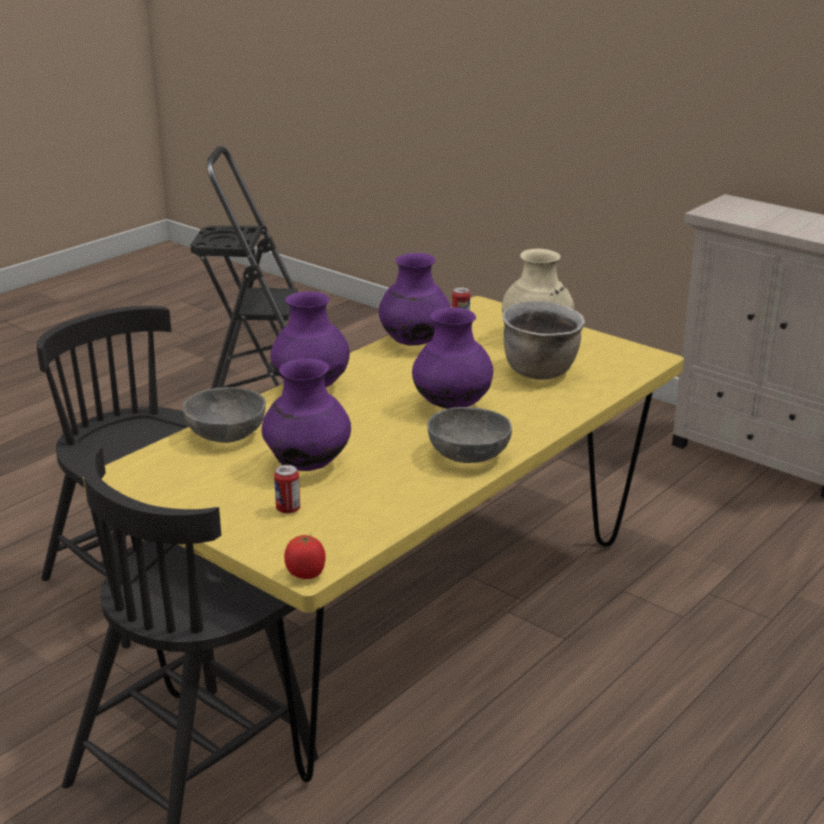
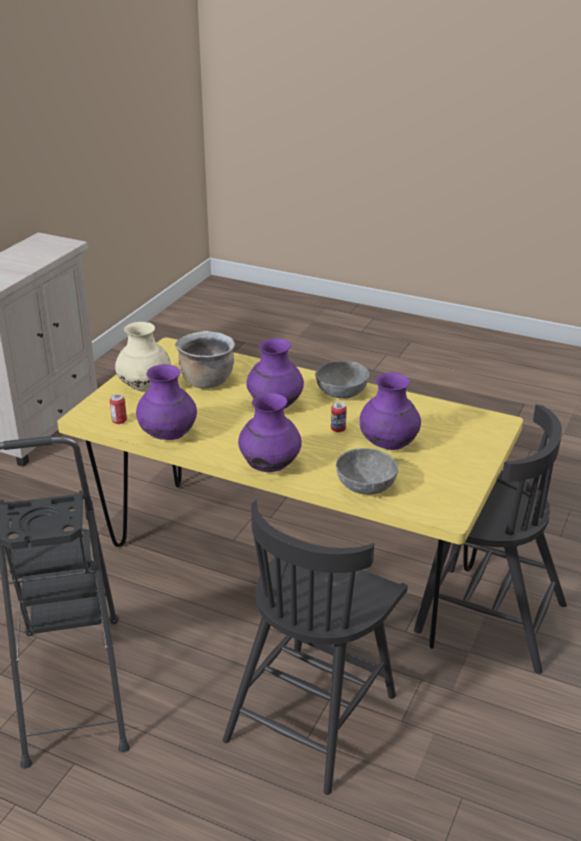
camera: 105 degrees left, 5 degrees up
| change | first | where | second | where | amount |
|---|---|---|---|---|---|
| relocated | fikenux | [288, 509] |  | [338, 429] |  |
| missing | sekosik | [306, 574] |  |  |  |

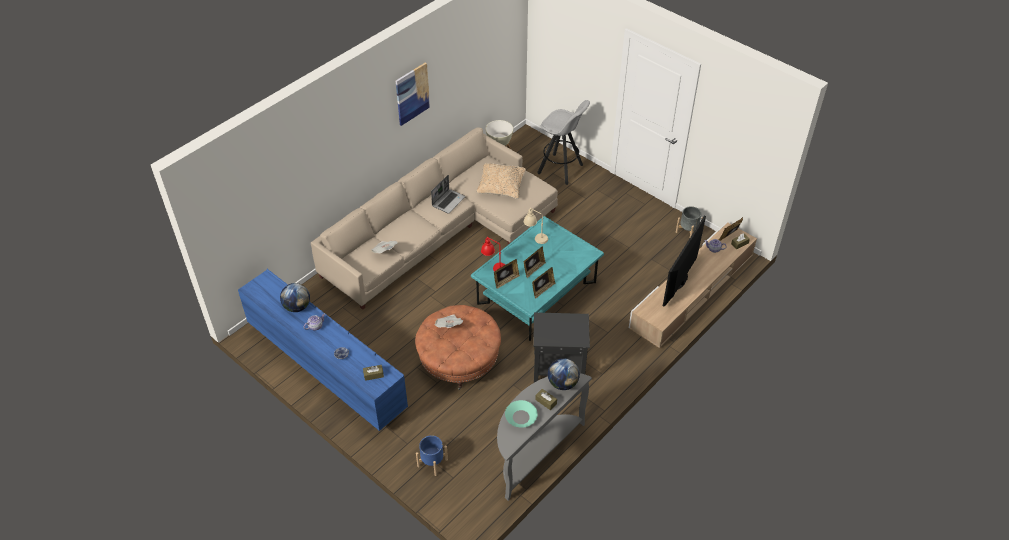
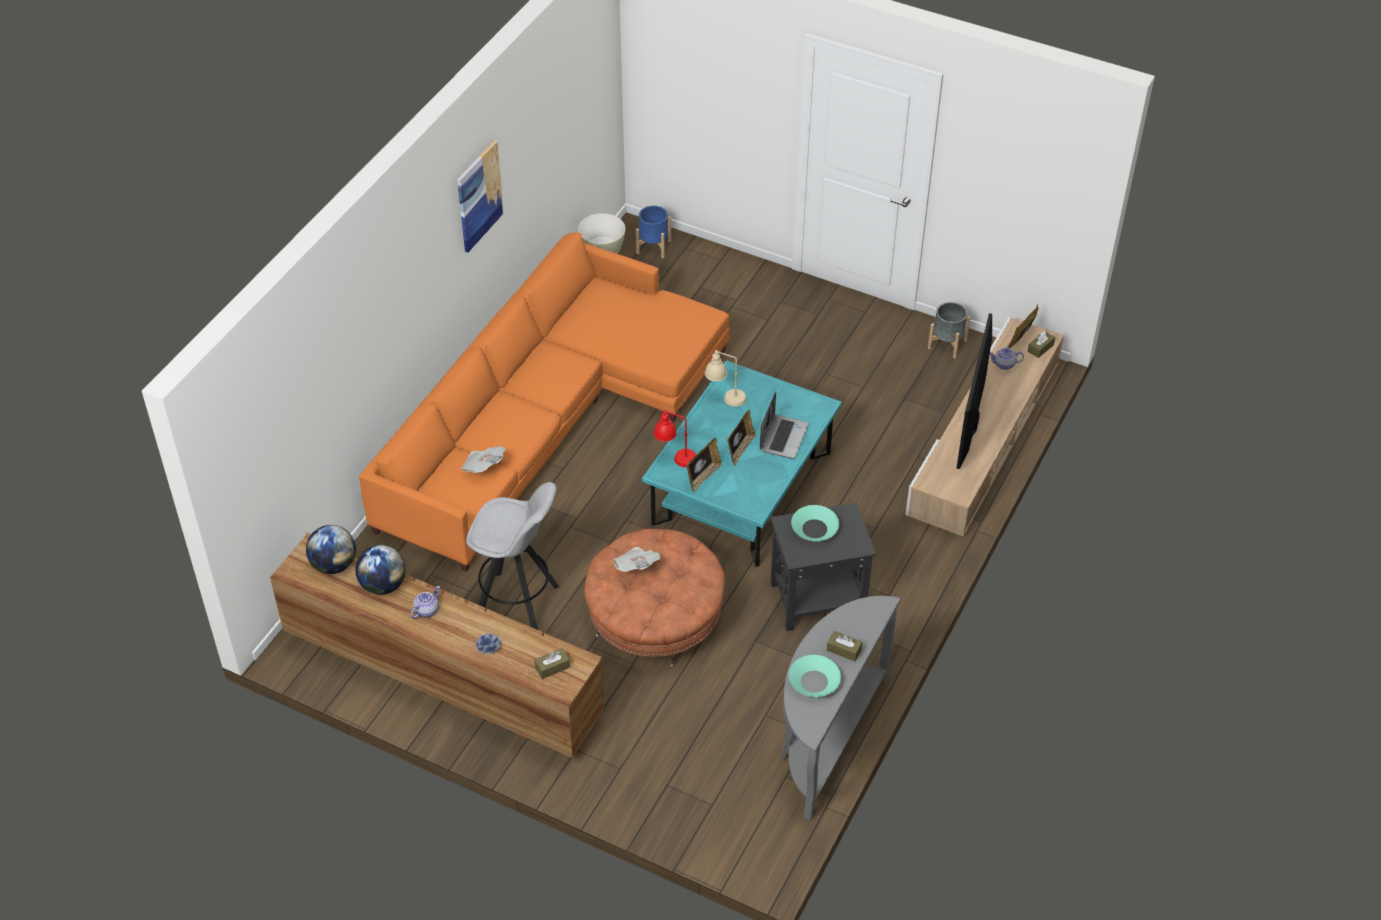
camera: 15 degrees left, 0 degrees up
| change | first | where | second | where | amount |
|---|---|---|---|---|---|
| relocated | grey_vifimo | [561, 169] |  | [519, 605] |  |
| colour | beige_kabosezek | [441, 230] | orange_kabosezek | [550, 415] |  |
| missing | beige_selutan | [500, 185] |  |  |  |
| relocated | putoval | [448, 201] |  | [783, 437] |  |
| missing | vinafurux | [542, 290] |  |  |  |
| colour | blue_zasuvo | [326, 370] | brown_zasuvo | [442, 682] |  |
| relocated | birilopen | [562, 383] |  | [334, 565] |  |
| relocated | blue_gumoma | [432, 463] |  | [654, 247] |  |
| appeared |  |  | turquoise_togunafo | [814, 528] |  |

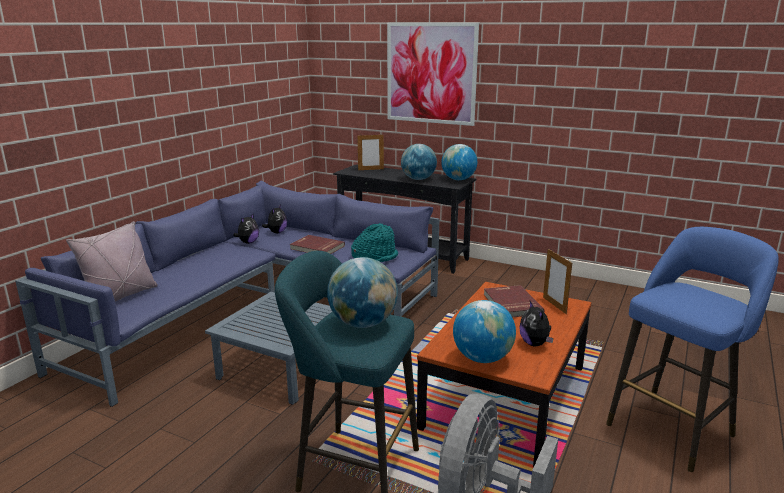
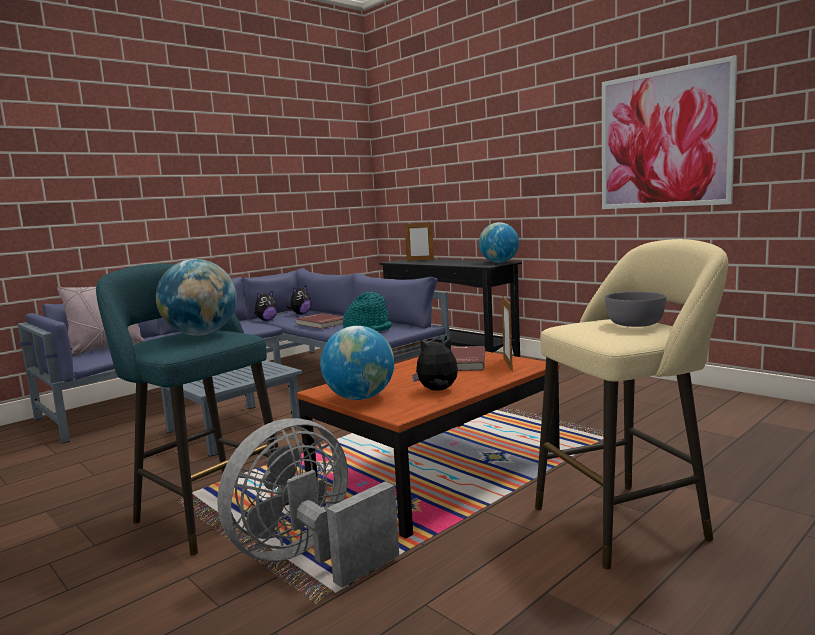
camera: 20 degrees right, 10 degrees down
| change | first | where | second | where | amount |
|---|---|---|---|---|---|
| relocated | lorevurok | [431, 73] |  | [664, 139] |  |
| missing | birilopen | [418, 179] |  |  |  |
| colour | blue_vifimo | [673, 427] | beige_vifimo | [627, 521] |  |
| spun | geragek | [535, 344] |  | [437, 391] | 90 degrees clockwise |
| appeared |  |  | grey_togunafo | [634, 323] |  |

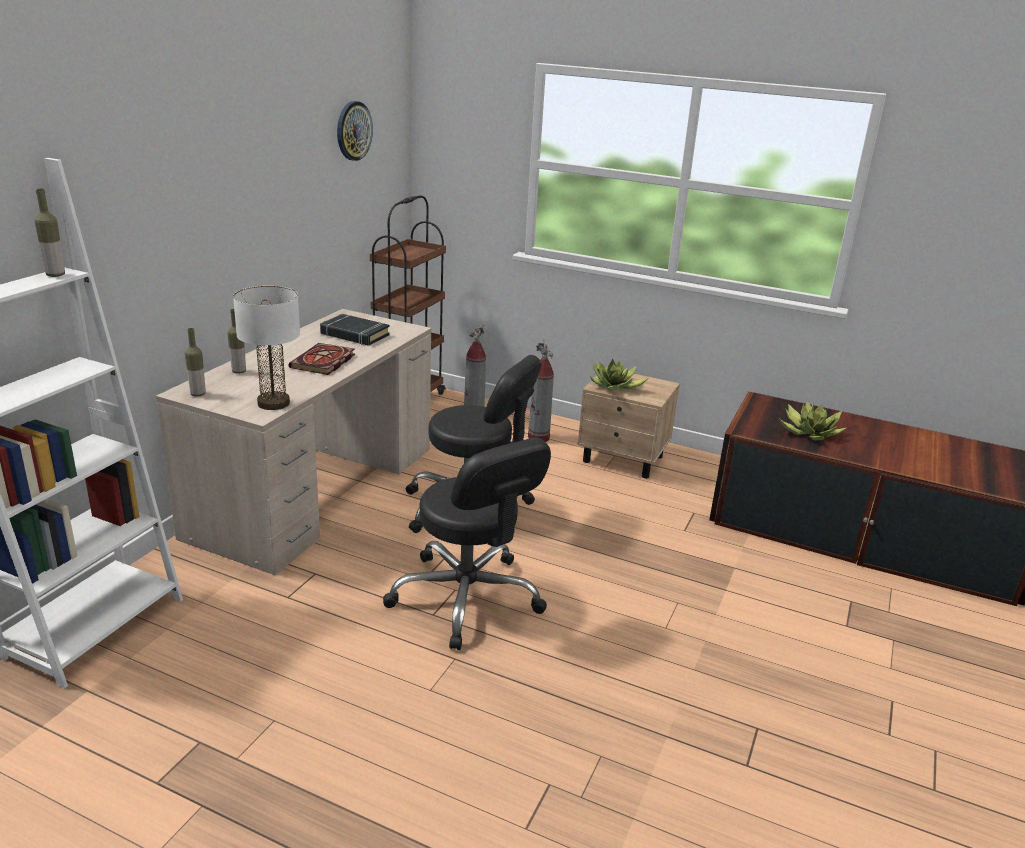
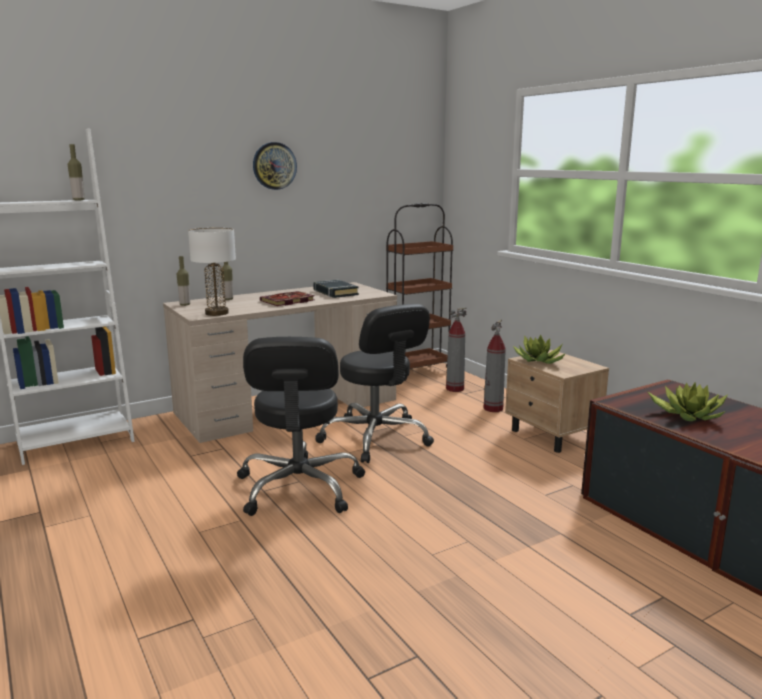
camera: 35 degrees right, 10 degrees down
| change | first | where | second | where | amount |
|---|---|---|---|---|---|
| relocated | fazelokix | [353, 131] |  | [274, 166] |  |

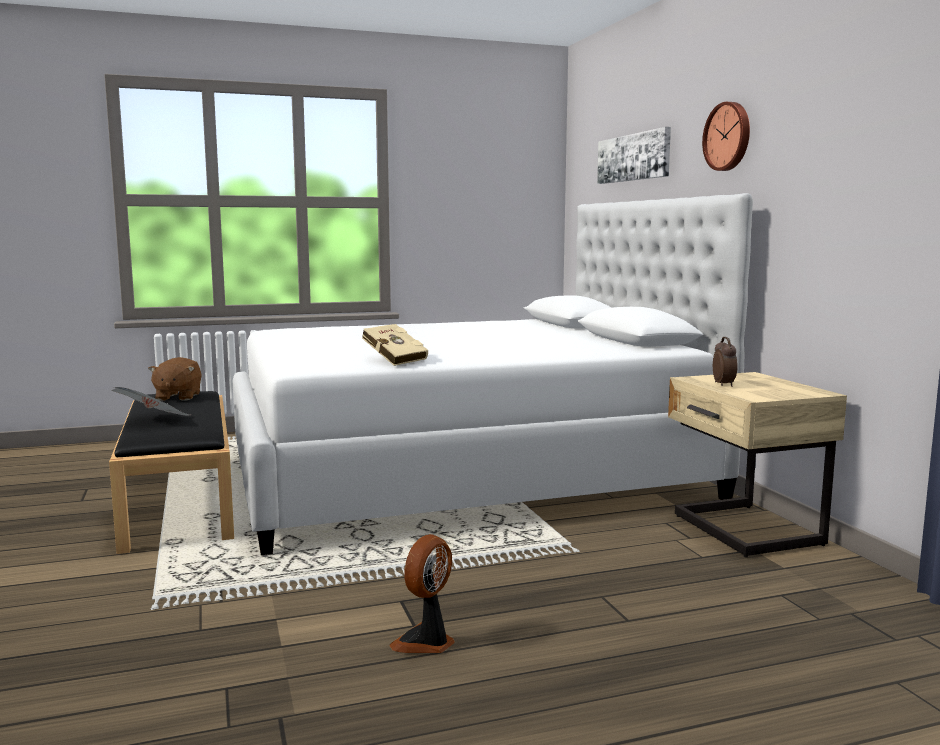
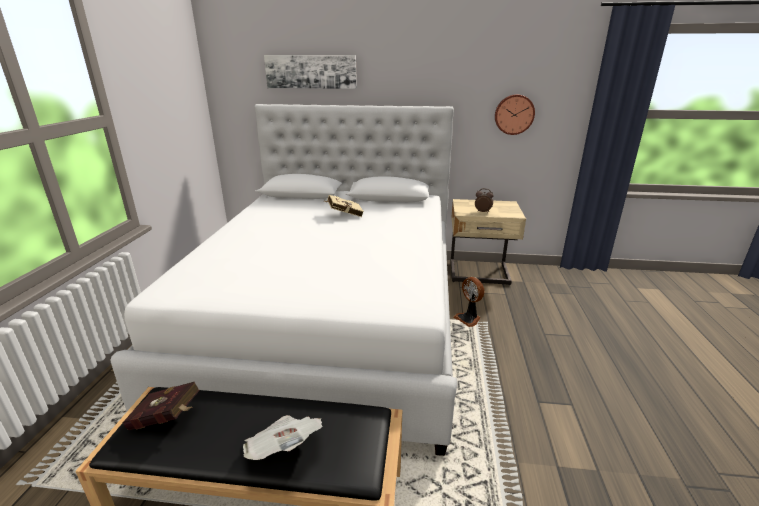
camera: 65 degrees left, 15 degrees up
| change | first | where | second | where | amount |
|---|---|---|---|---|---|
| relocated | fazelokix | [728, 136] |  | [514, 114] |  |
| relocated | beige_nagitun | [394, 360] |  | [343, 214] |  |
| exchanged | brown_geragek | [177, 397] | red_nagitun | [168, 419] |  |
| relocated | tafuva | [426, 642] |  | [468, 319] |  |

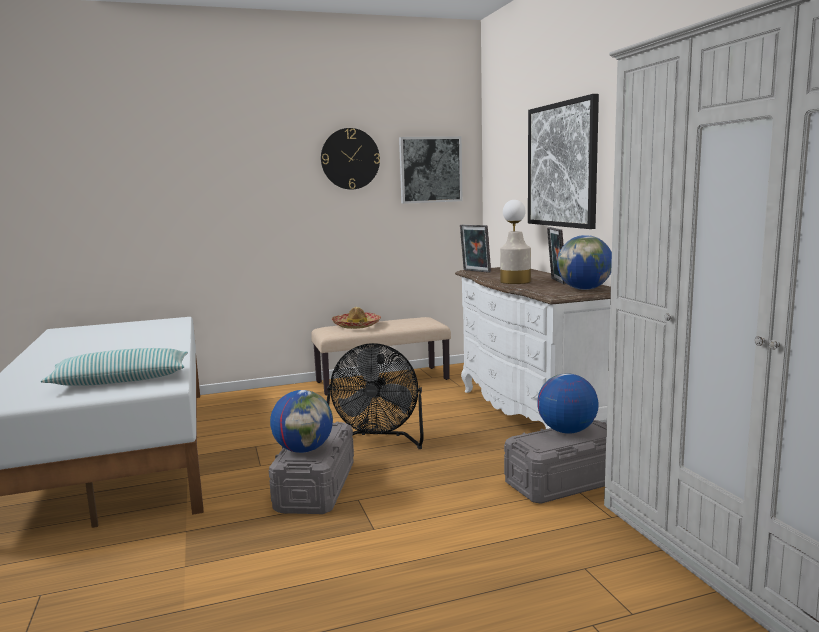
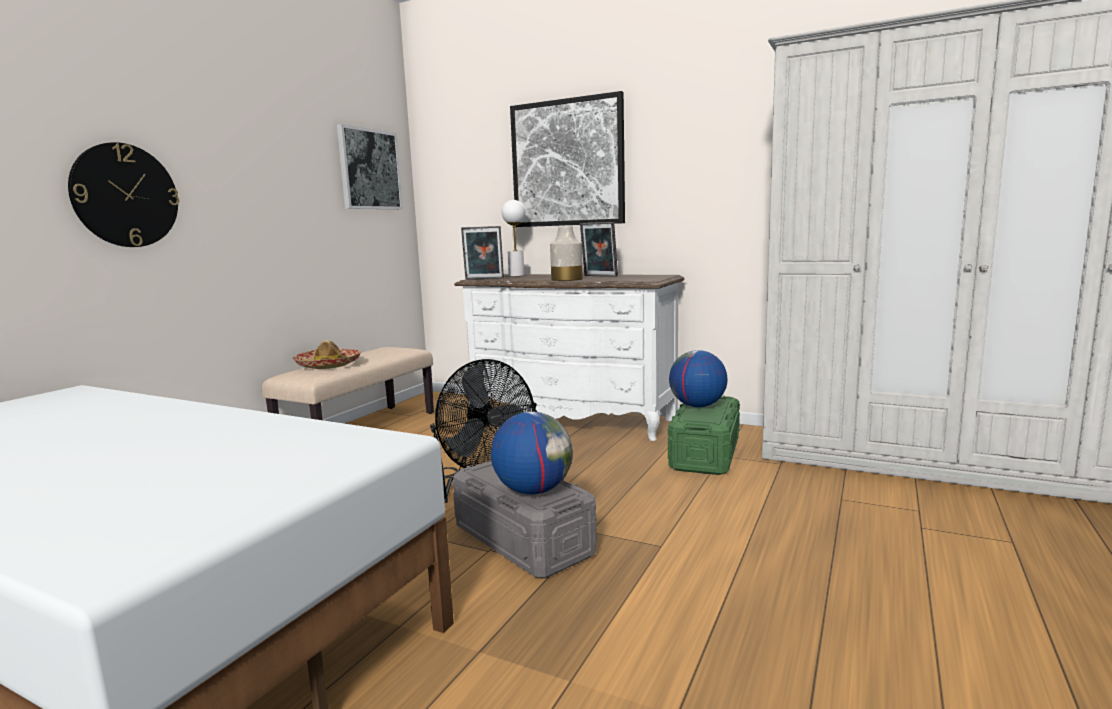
camera: 45 degrees left, 0 degrees up
| change | first | where | second | where | amount |
|---|---|---|---|---|---|
| relocated | fazelokix | [350, 159] |  | [125, 195] |  |
| missing | birilopen | [584, 289] |  |  |  |
| missing | selutan | [121, 380] |  |  |  |
| colour | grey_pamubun | [567, 481] | green_pamubun | [705, 453] |  |

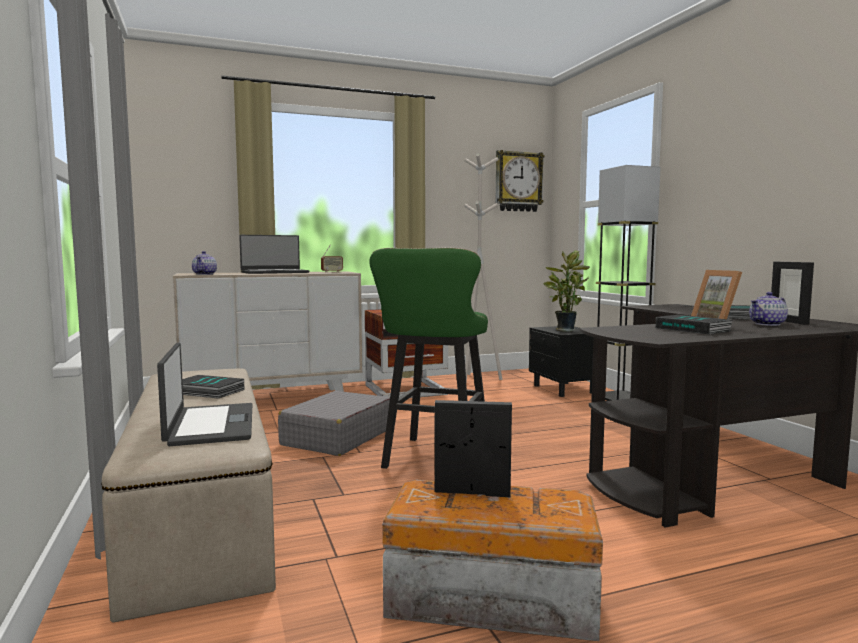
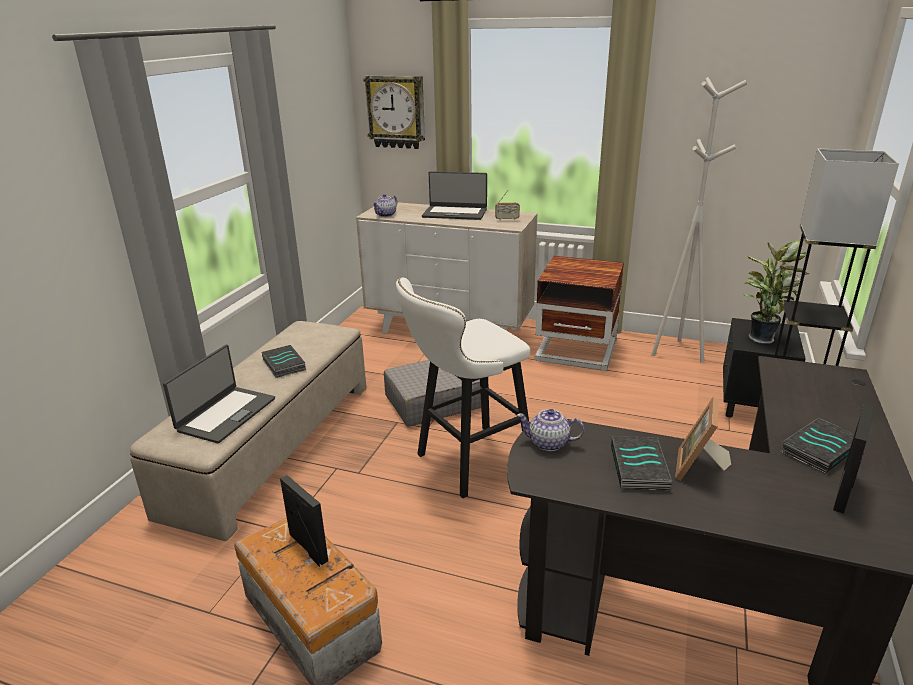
camera: 40 degrees right, 20 degrees up
| change | first | where | second | where | amount |
|---|---|---|---|---|---|
| relocated | fazelokix | [518, 182] |  | [396, 112] |  |
| colour | green_vifimo | [433, 461] | white_vifimo | [464, 464] |  |
| relocated | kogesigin | [768, 324] |  | [549, 443] |  |

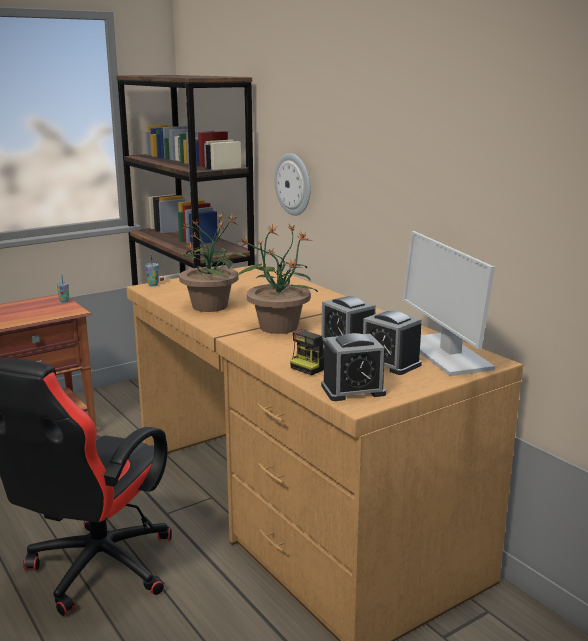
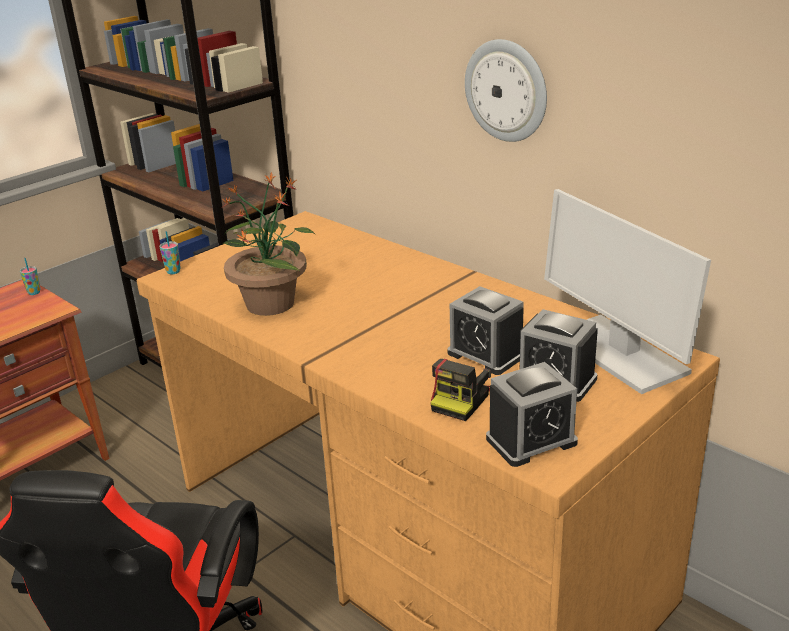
camera: 10 degrees left, 10 degrees up
| change | first | where | second | where | amount |
|---|---|---|---|---|---|
| relocated | fazelokix | [294, 184] |  | [506, 90] |  |
| missing | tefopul | [278, 327] |  |  |  |

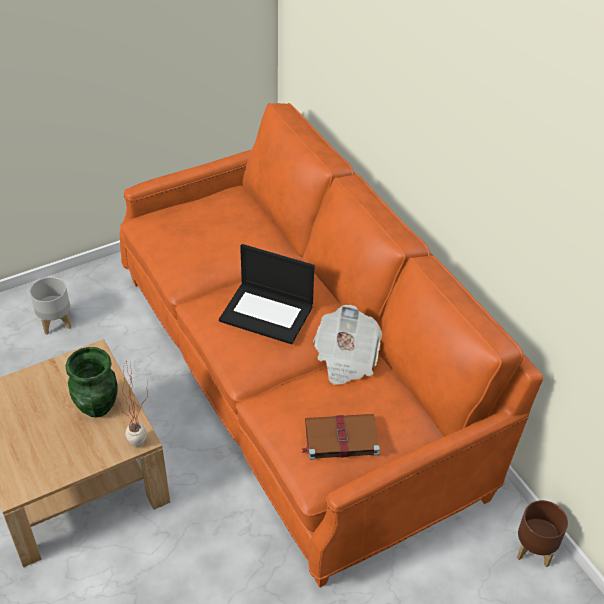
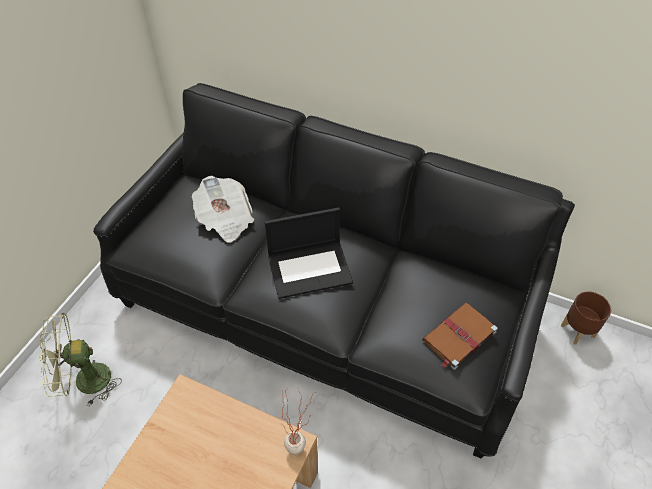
camera: 35 degrees left, 5 degrees up
| change | first | where | second | where | amount |
|---|---|---|---|---|---|
| colour | orange_kabosezek | [299, 378] | black_kabosezek | [325, 306] |  |
| exchanged | grey_gumoma | [56, 323] | green_tafuva | [84, 381] |  |
| relocated | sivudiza | [346, 358] |  | [225, 219] |  |
| missing | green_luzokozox | [98, 407] |  |  |  |

